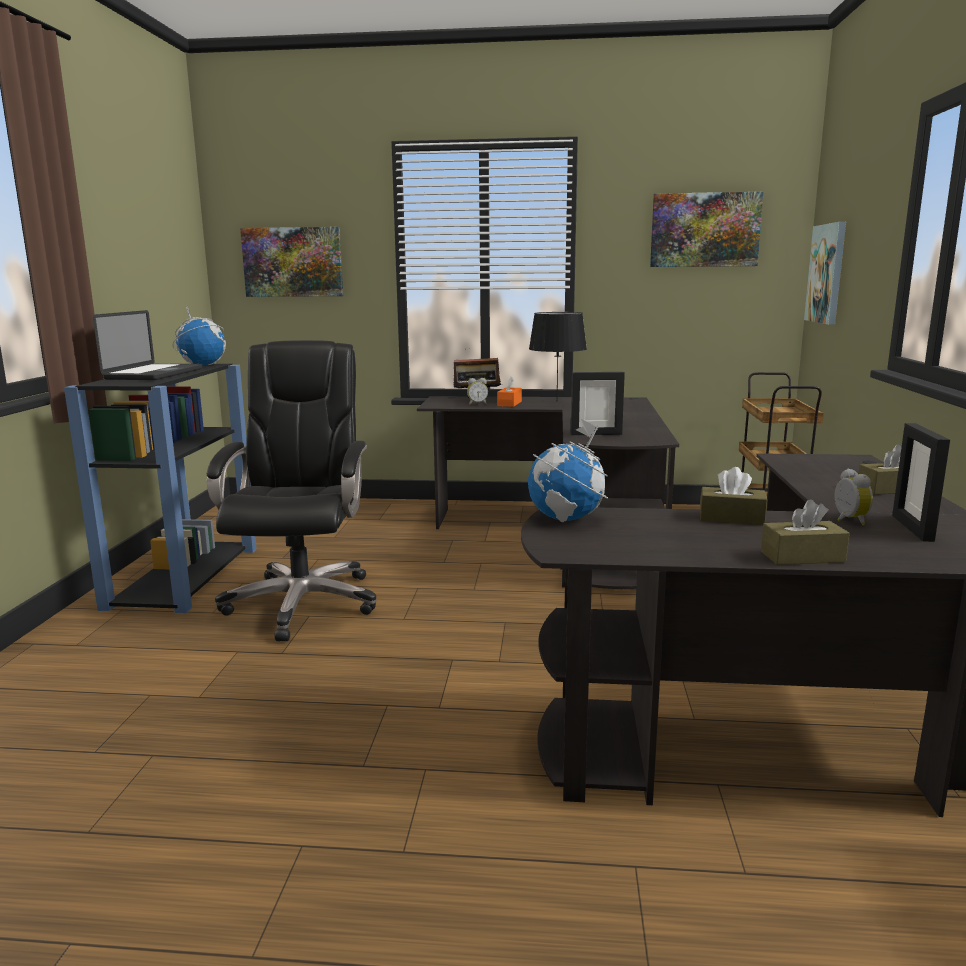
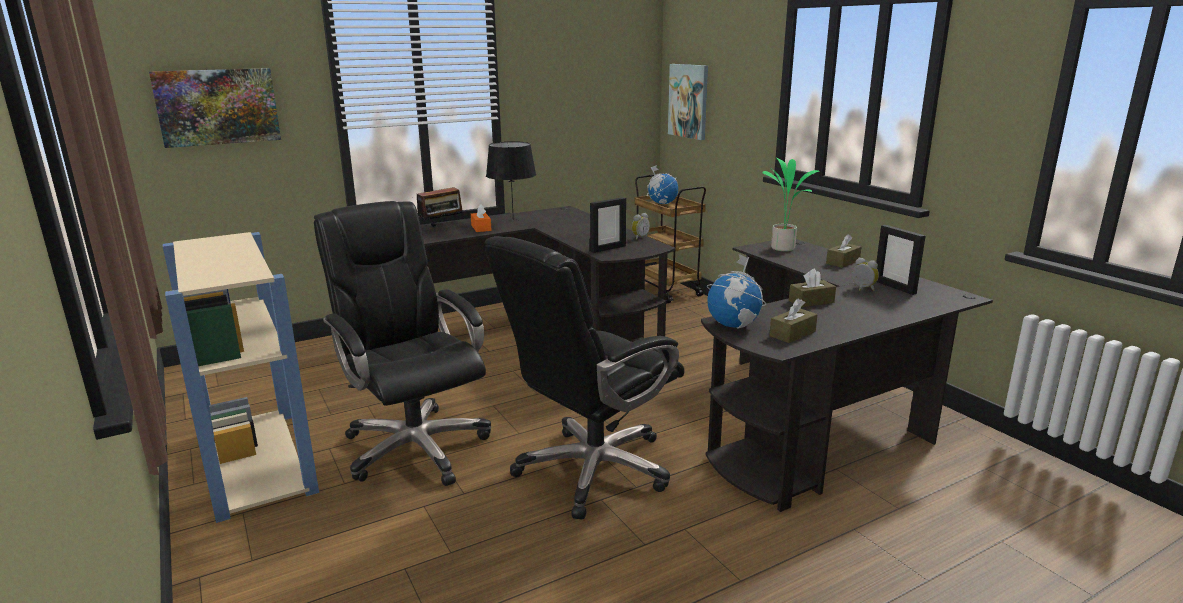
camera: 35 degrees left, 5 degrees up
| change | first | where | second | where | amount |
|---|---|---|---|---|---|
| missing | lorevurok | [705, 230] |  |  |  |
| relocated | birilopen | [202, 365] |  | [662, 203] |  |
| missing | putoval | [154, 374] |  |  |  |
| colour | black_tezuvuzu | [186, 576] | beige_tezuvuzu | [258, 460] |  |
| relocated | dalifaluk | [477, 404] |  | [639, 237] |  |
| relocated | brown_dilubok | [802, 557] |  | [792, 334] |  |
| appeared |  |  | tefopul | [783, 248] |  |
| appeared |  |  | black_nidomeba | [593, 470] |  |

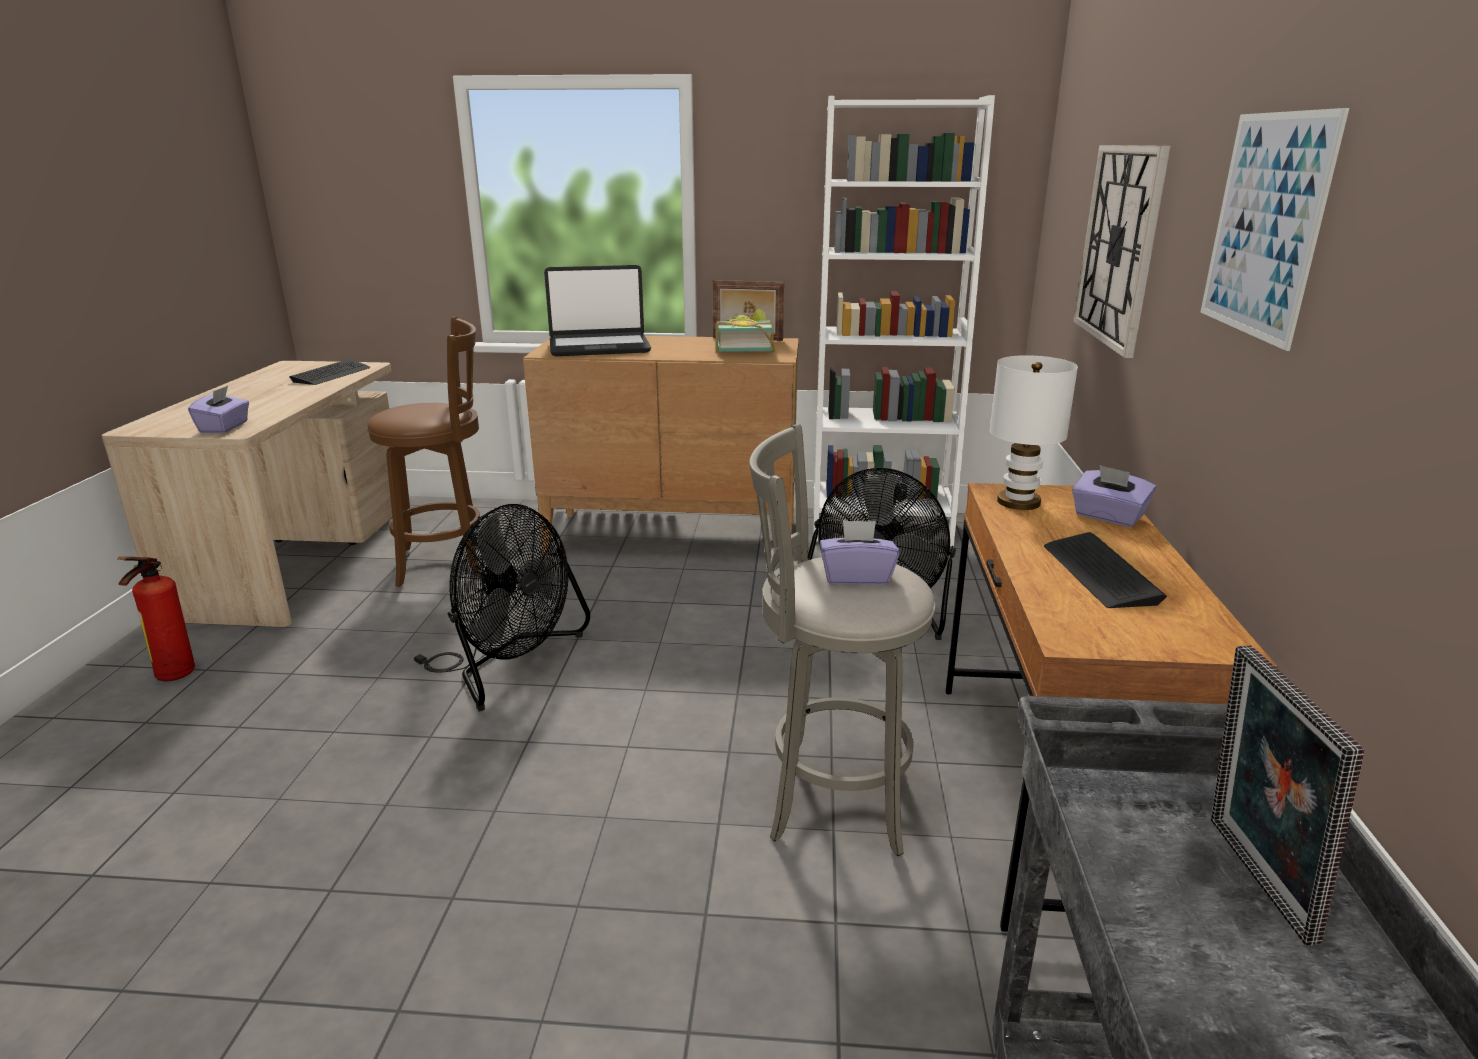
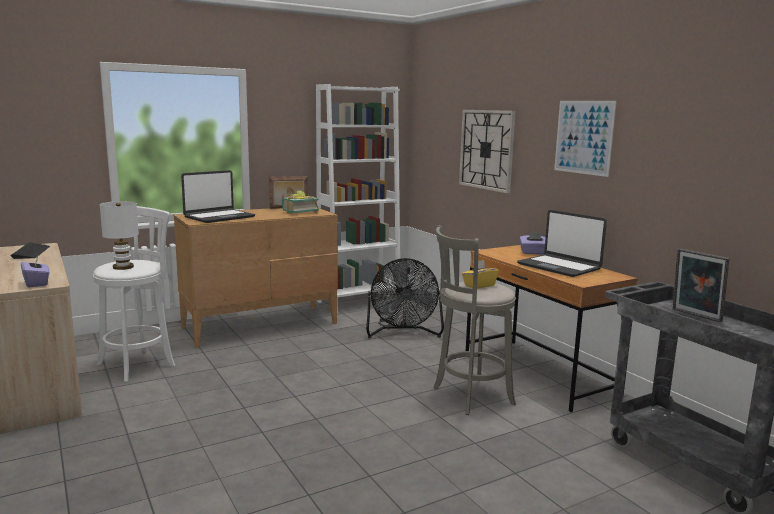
camera: 35 degrees left, 10 degrees down
| change | first | where | second | where | amount |
|---|---|---|---|---|---|
| colour | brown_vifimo | [448, 562] | white_vifimo | [140, 364] |  |
| relocated | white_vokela | [1019, 501] |  | [123, 267] |  |
| missing | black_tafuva | [505, 665] |  |  |  |
| colour | purple_dilubok | [856, 576] | yellow_dilubok | [479, 285] |  |
| exchanged | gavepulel | [1100, 573] | putoval | [559, 267] |  |
| missing | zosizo | [171, 677] |  |  |  |

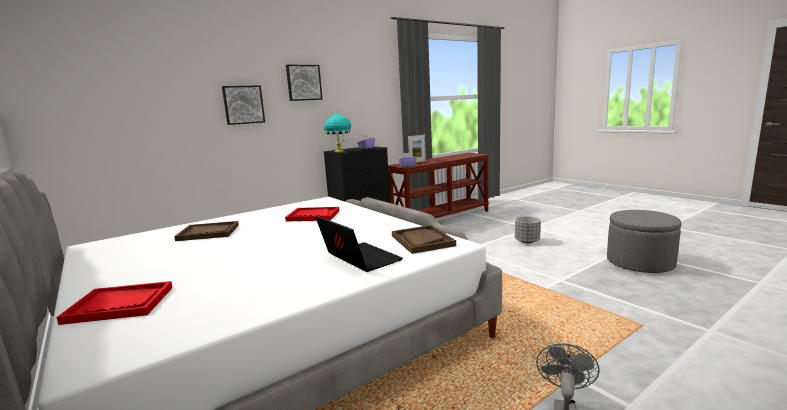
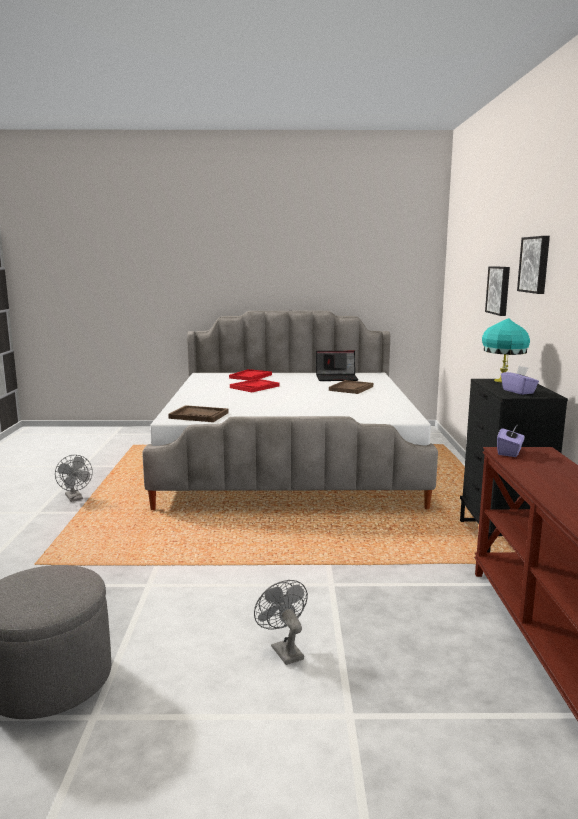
camera: 125 degrees right, 0 degrees up
| change | first | where | second | where | amount |
|---|---|---|---|---|---|
| missing | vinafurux | [417, 162] |  |  |  |
| relocated | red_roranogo | [313, 216] |  | [254, 387] |  |
| relocated | putoval | [358, 259] |  | [337, 378] |  |
| exchanged | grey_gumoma | [527, 241] | grey_tafuva | [283, 650] |  |

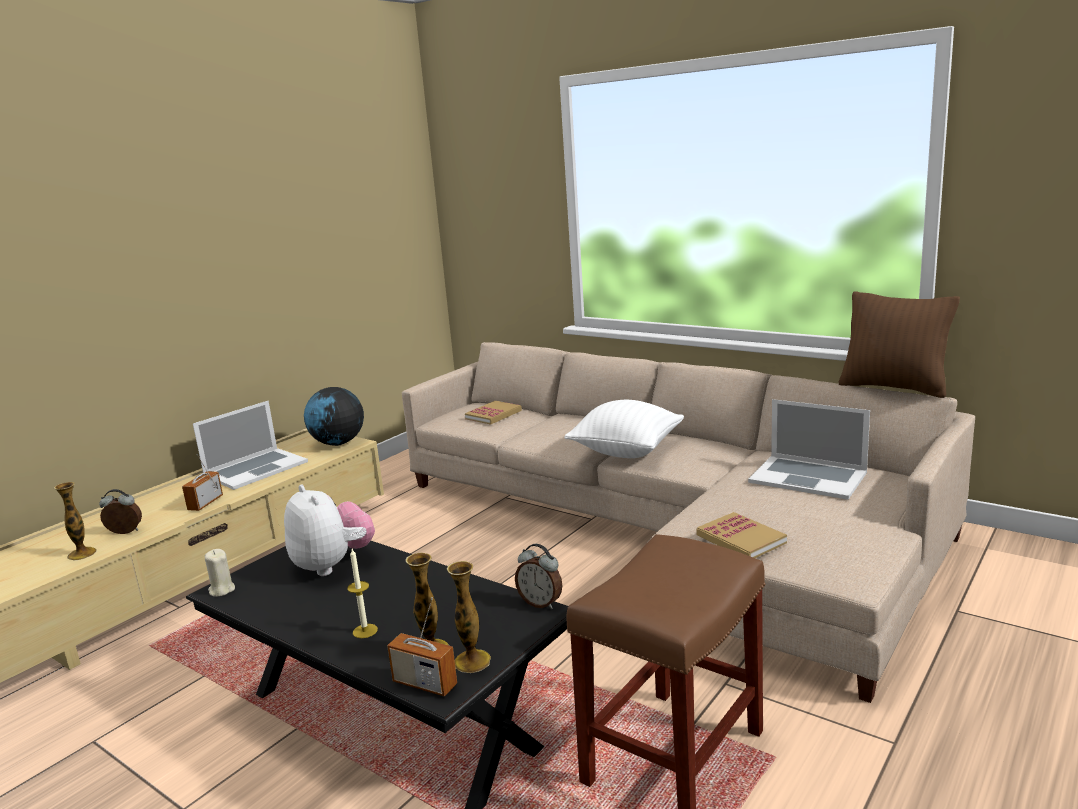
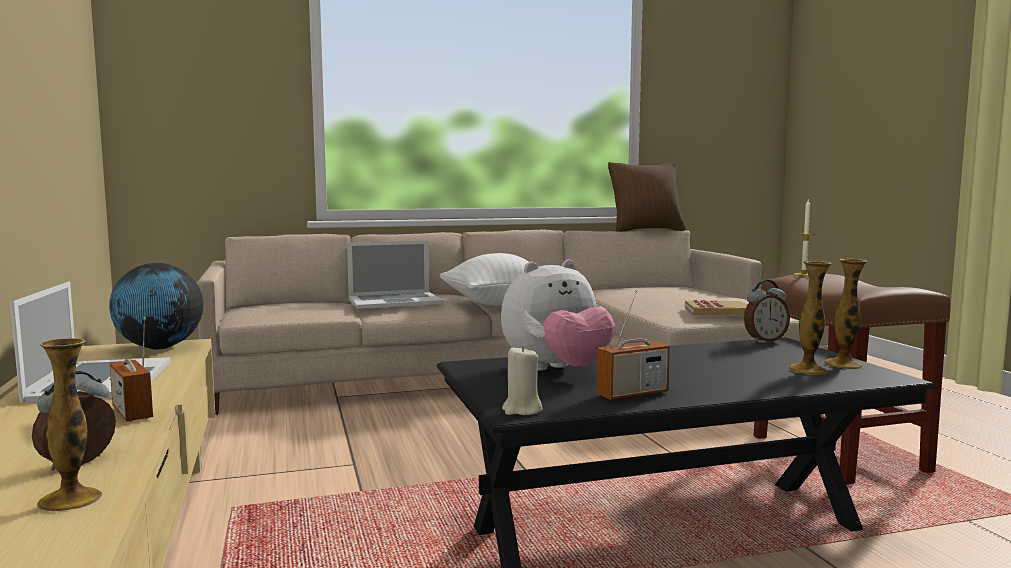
camera: 55 degrees left, 10 degrees down
| change | first | where | second | where | amount |
|---|---|---|---|---|---|
| relocated | putoval | [808, 477] |  | [395, 301] |  |
| missing | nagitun | [493, 415] |  |  |  |
| spun | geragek | [333, 565] |  | [557, 370] | 150 degrees clockwise |
| relocated | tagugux | [365, 631] |  | [804, 274] |  |
| relocated | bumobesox | [424, 684] |  | [632, 394] |  |

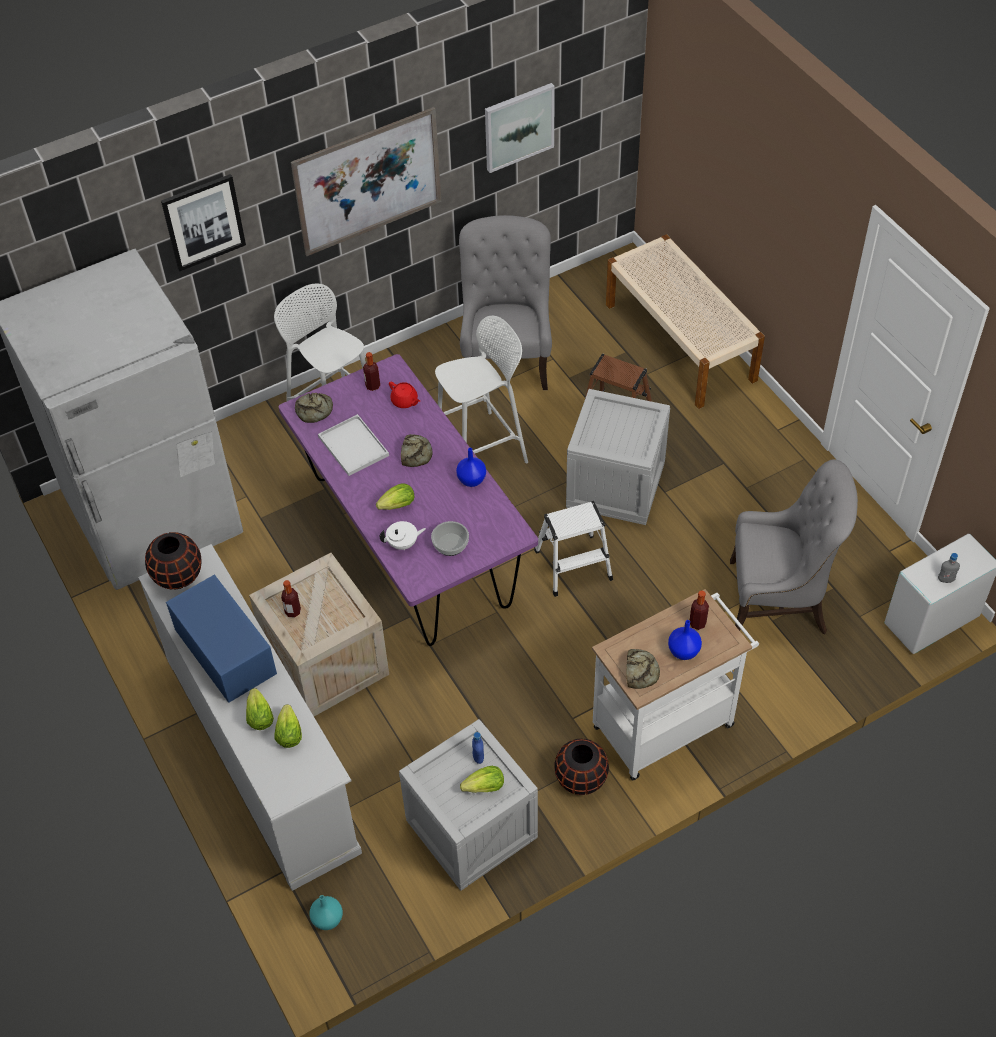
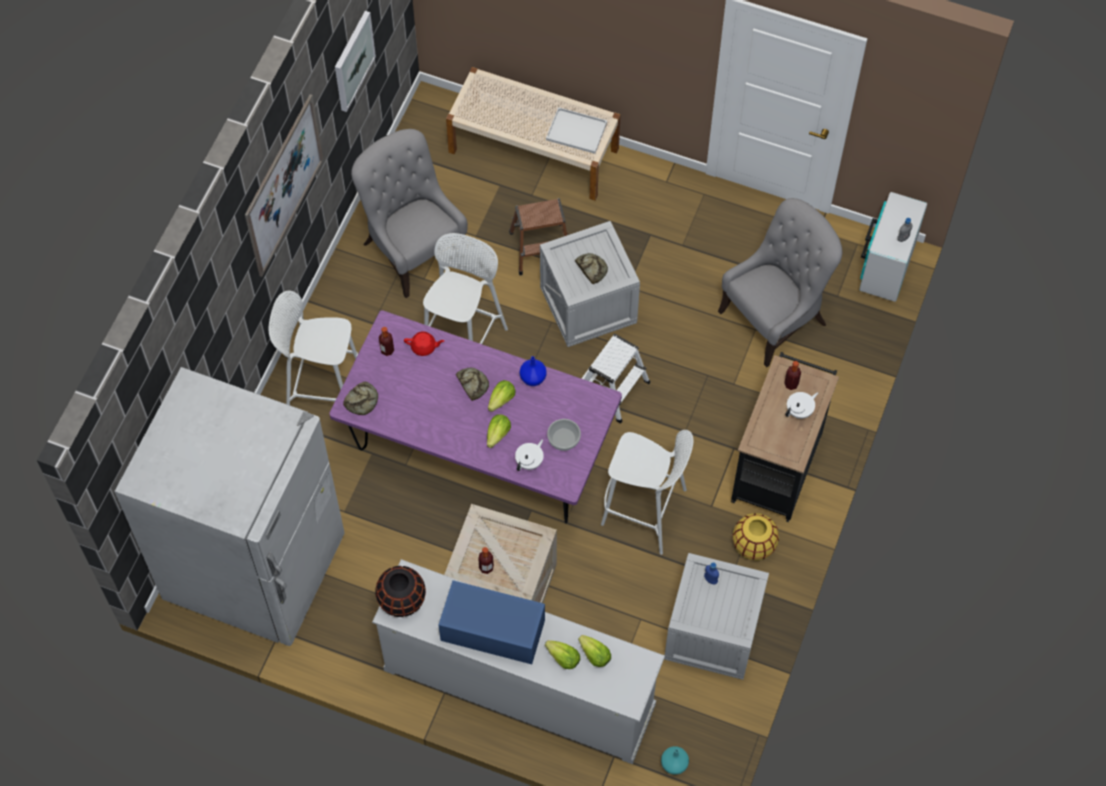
camera: 40 degrees left, 10 degrees up
| change | first | where | second | where | amount |
|---|---|---|---|---|---|
| missing | lorevurok | [203, 222] |  |  |  |
| relocated | white_roranogo | [352, 445] |  | [575, 131] |  |
| colour | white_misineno | [667, 725] | black_misineno | [777, 466] |  |
| exchanged | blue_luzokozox | [684, 652] | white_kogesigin | [800, 411] |  |
| relocated | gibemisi | [640, 671] |  | [591, 269] |  |
| colour | black_luzokozox | [580, 778] | yellow_luzokozox | [753, 545] |  |
| relocated | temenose | [485, 787] |  | [501, 400] |  |
| appeared |  |  | white_vifimo | [645, 512] |  |

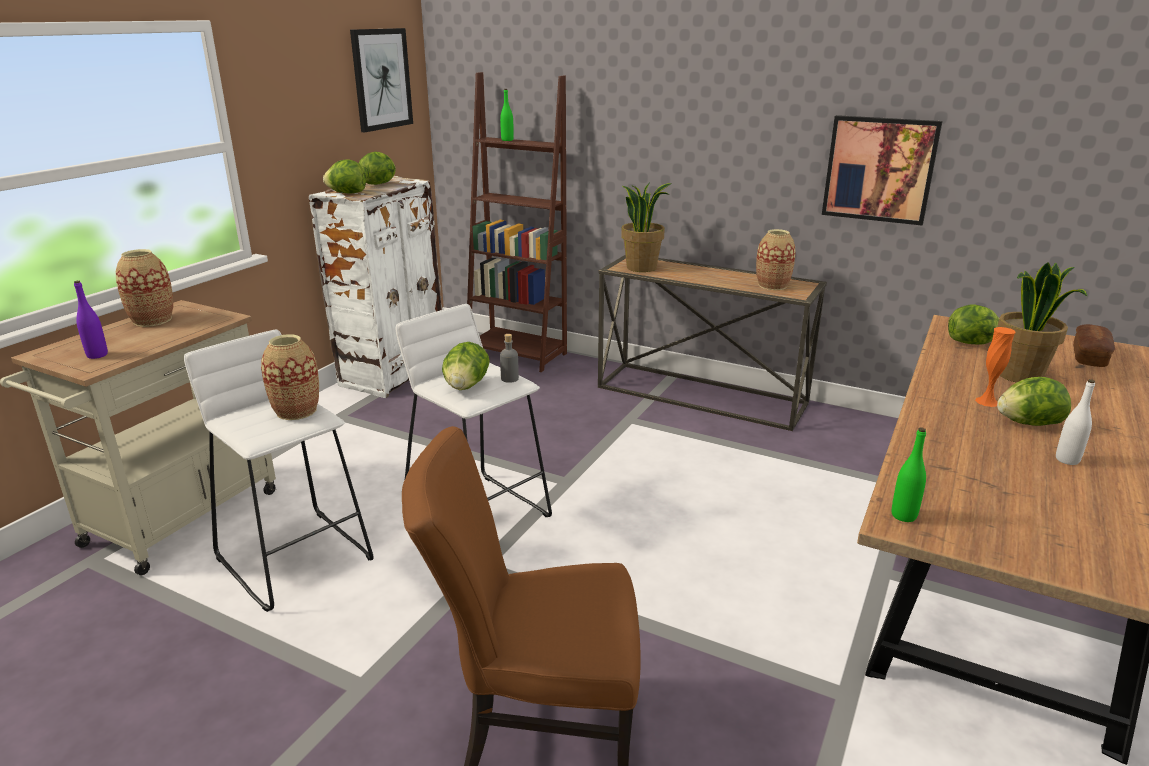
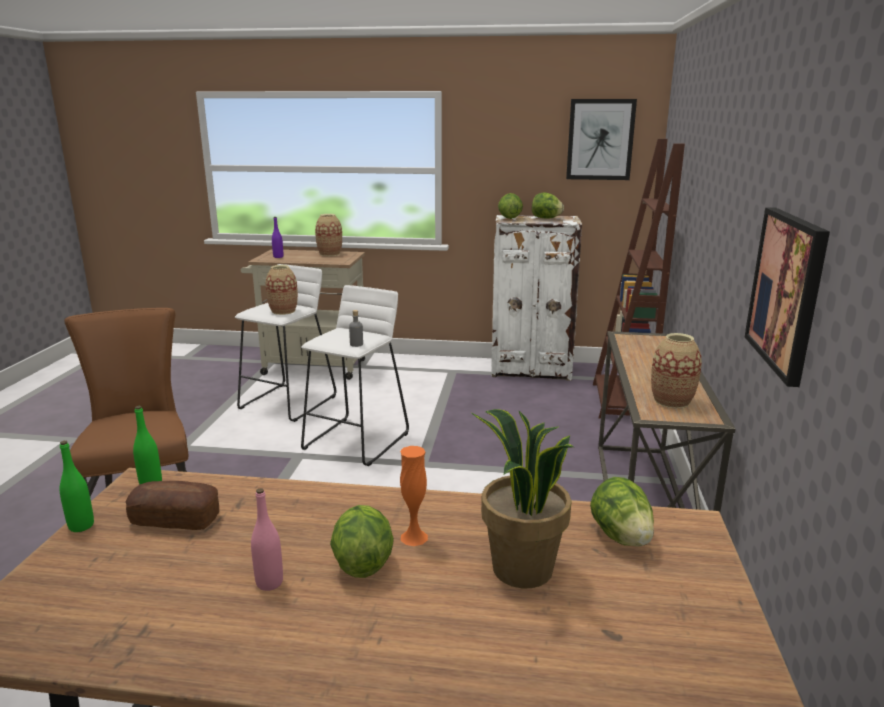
camera: 70 degrees right, 5 degrees down
| change | first | where | second | where | amount |
|---|---|---|---|---|---|
| relocated | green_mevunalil | [507, 140] |  | [81, 526] |  |
| missing | tefopul | [642, 267] |  |  |  |
| relocated | gibemisi | [1089, 356] |  | [175, 519] |  |
| missing | temenose | [466, 386] |  |  |  |
| colour | white_mevunalil | [1067, 460] | pink_mevunalil | [269, 583] |  |

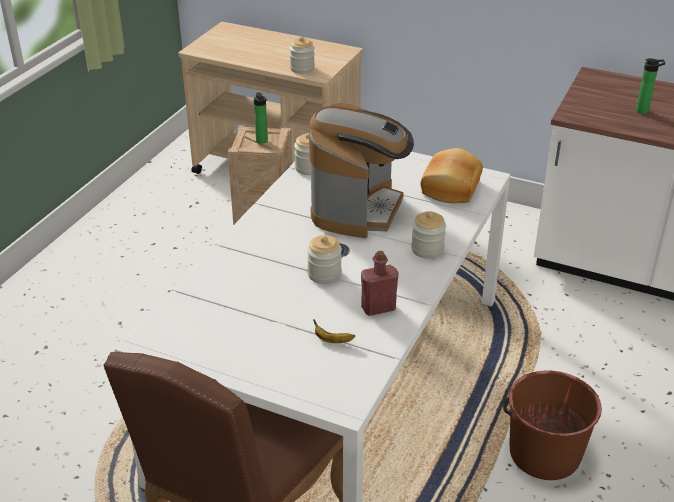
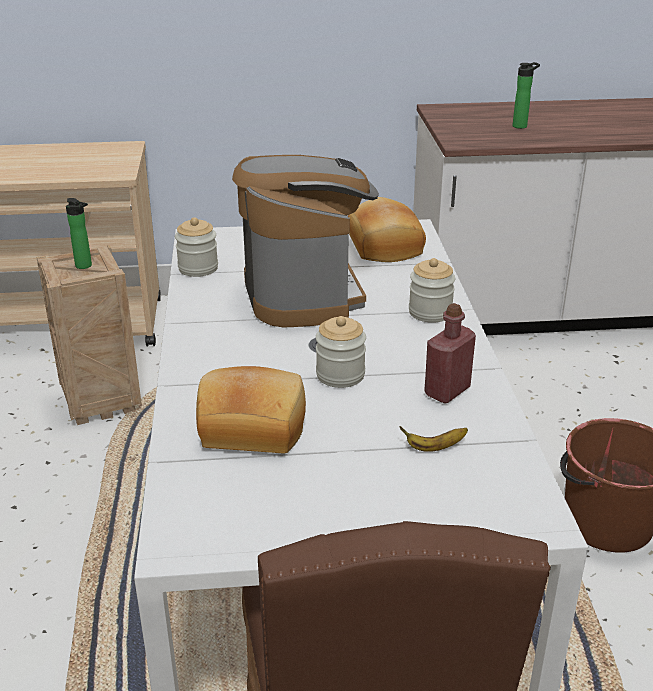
camera: 30 degrees left, 5 degrees down
| change | first | where | second | where | amount |
|---|---|---|---|---|---|
| missing | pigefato | [302, 68] |  |  |  |
| appeared |  |  | gibemisi | [253, 426] |  |

